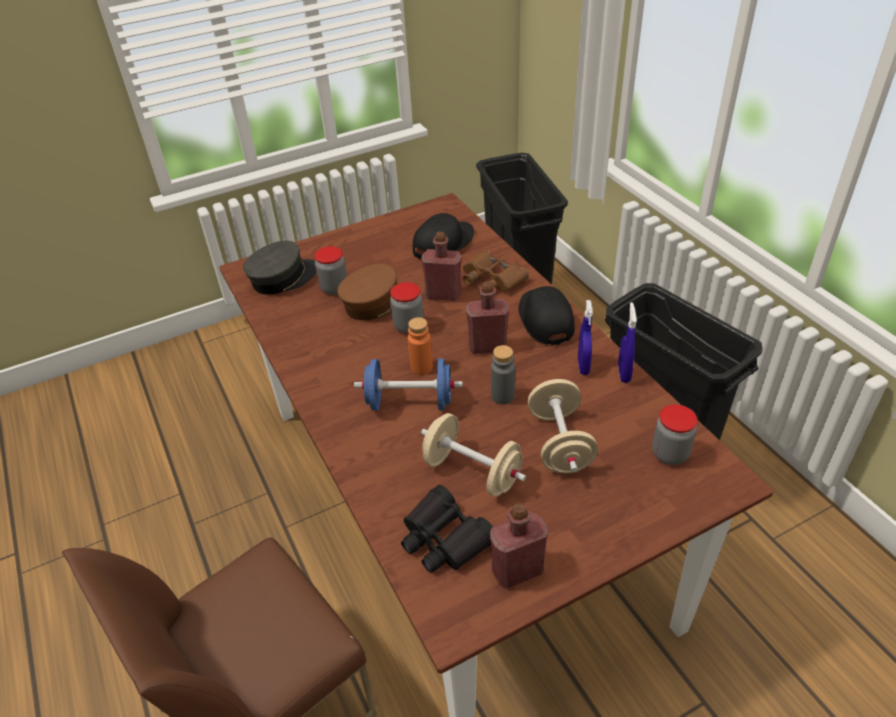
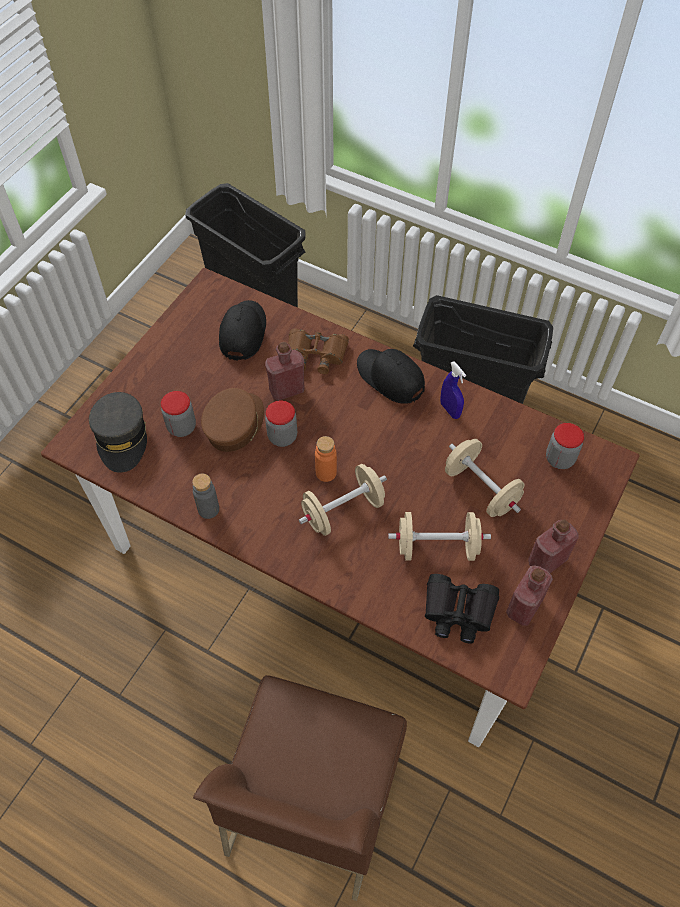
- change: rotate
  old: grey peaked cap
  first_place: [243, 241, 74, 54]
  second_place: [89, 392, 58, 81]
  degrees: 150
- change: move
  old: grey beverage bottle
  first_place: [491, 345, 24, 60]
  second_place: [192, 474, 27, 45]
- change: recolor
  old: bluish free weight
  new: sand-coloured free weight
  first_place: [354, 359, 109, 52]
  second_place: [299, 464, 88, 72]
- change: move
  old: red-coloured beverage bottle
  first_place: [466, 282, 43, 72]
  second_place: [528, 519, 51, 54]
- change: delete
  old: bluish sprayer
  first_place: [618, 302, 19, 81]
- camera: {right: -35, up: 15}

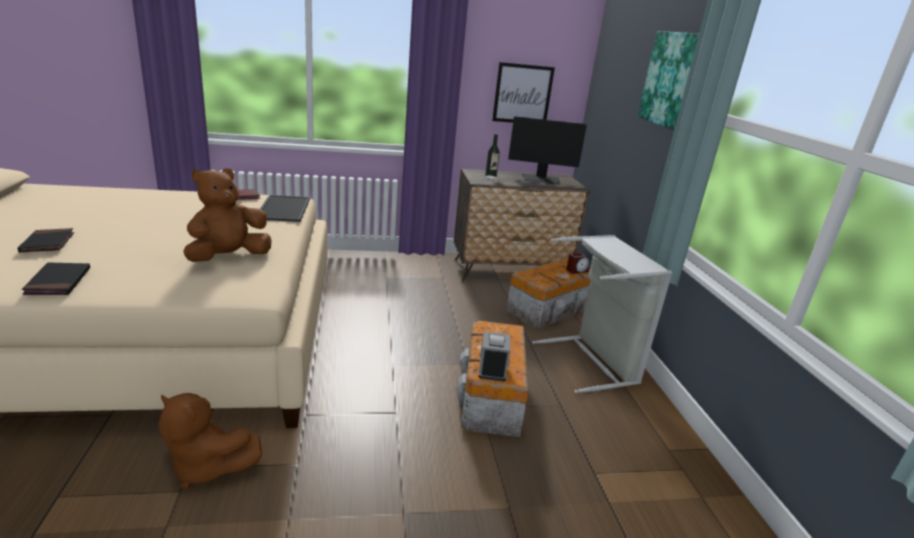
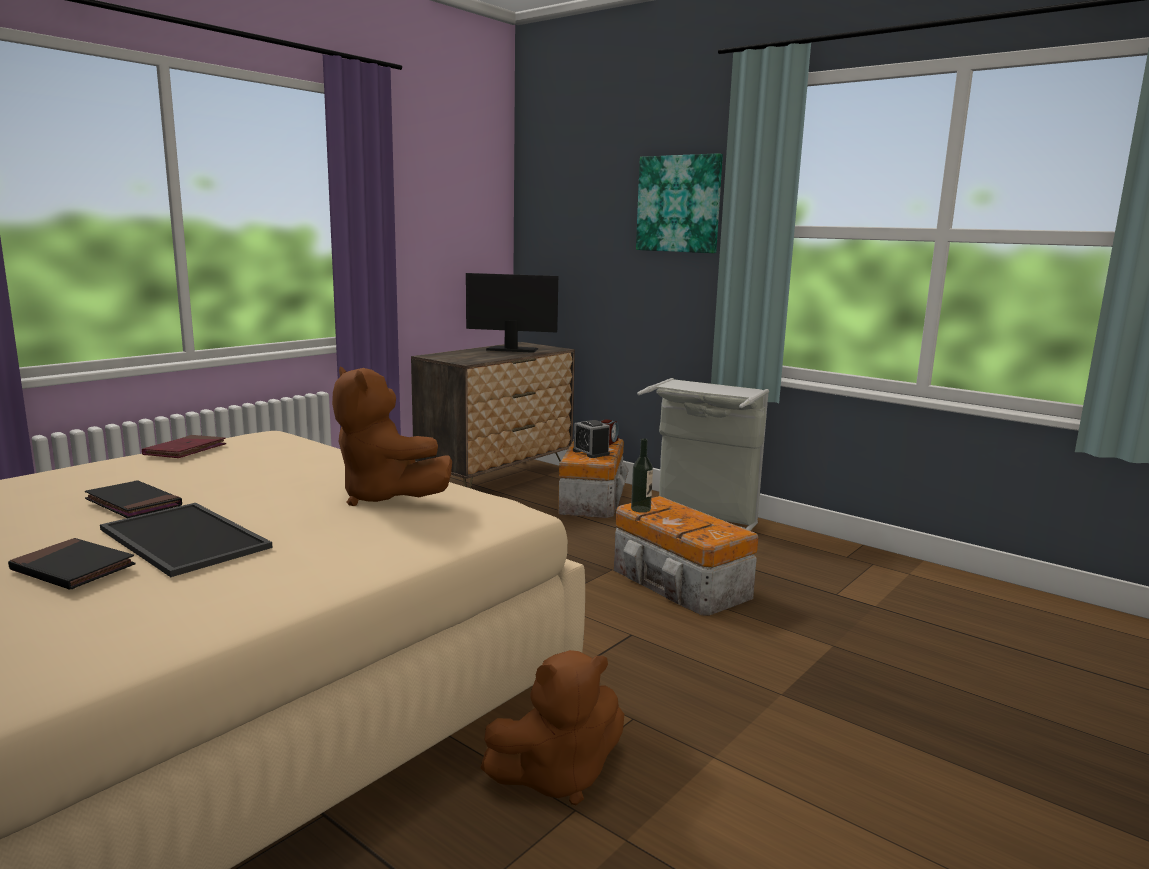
- change: move
  old: black-coloured bound book
  first_place: [22, 263, 68, 32]
  second_place: [85, 481, 97, 37]
- change: move
  old: carrying tray
  first_place: [260, 195, 50, 27]
  second_place: [100, 503, 172, 74]
- change: rotate
  old: brown plush toy
  first_place: [183, 168, 89, 94]
  second_place: [332, 367, 120, 139]
  degrees: -45
- change: rotate
  old: computer display
  first_place: [508, 116, 79, 69]
  second_place: [466, 273, 92, 80]
  degrees: -135
- change: move
  old: table clock
  first_place: [479, 331, 31, 50]
  second_place: [573, 420, 37, 38]
- change: move
  old: beverage bottle
  first_place: [485, 134, 15, 45]
  second_place: [631, 438, 22, 75]
- change: delete
  old: wall picture
  first_place: [492, 62, 63, 61]
- camera: {right: -40, up: -10}

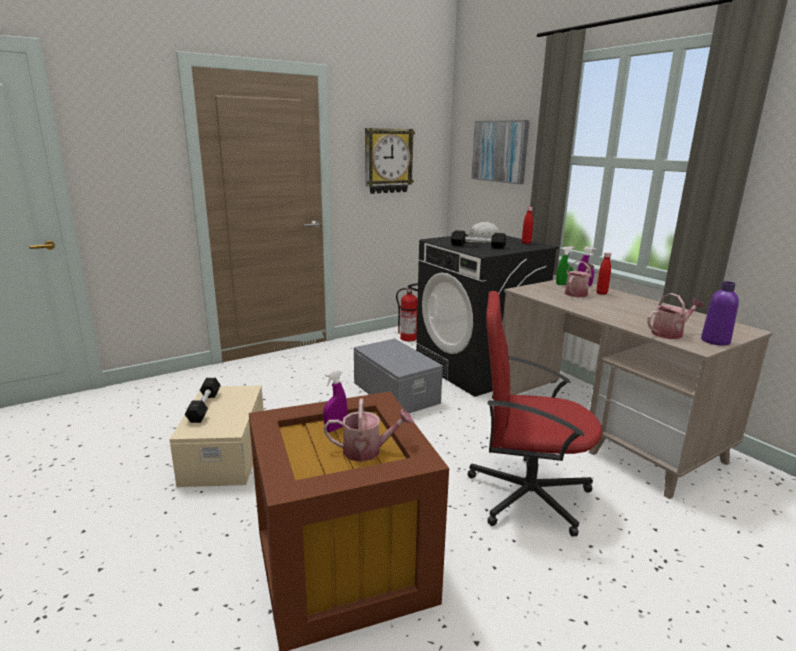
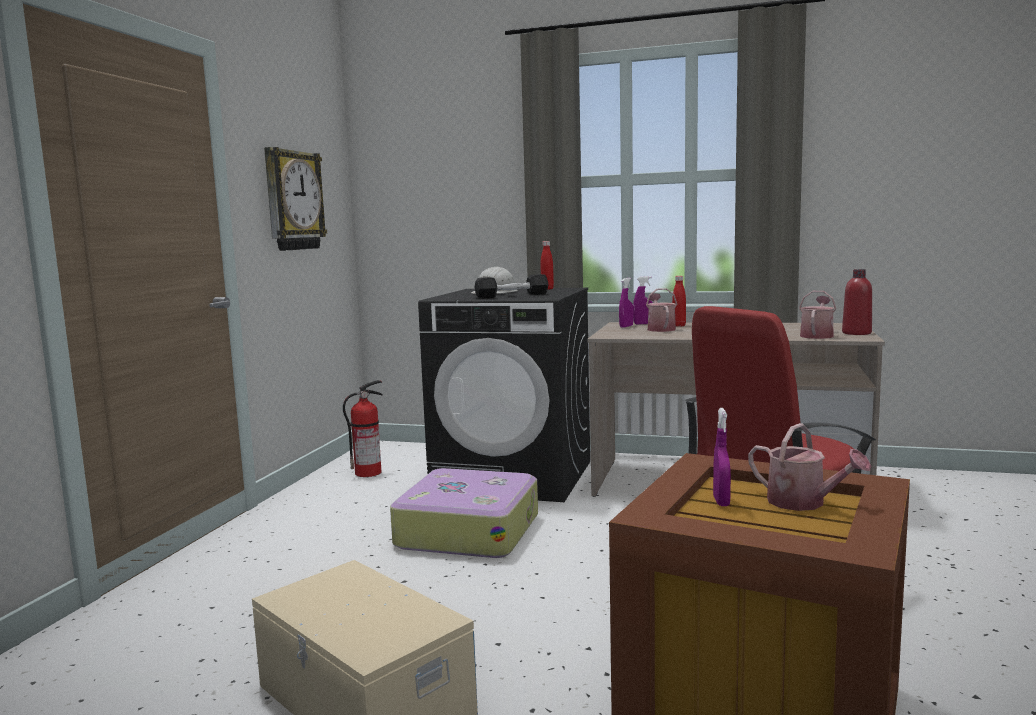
- change: replace
  old: grey storage container
  new: piece of luggage
  first_place: [354, 339, 89, 74]
  second_place: [390, 468, 148, 90]
- change: recolor
  old: green-coloured sprayer
  new: purple-coloured sprayer
  first_place: [556, 247, 18, 38]
  second_place: [619, 278, 15, 50]
- change: rotate
  old: watering pot
  first_place: [324, 399, 90, 63]
  second_place: [748, 423, 123, 88]
  degrees: 90
- change: recolor
  old: purple-coloured beverage bottle
  new: red-coloured beverage bottle
  first_place: [701, 281, 38, 65]
  second_place: [842, 269, 30, 66]
- change: delete
  old: black-coloured free weight
  first_place: [185, 378, 36, 45]
- change: delete
  old: wall picture
  first_place: [471, 120, 59, 64]
- camera: {right: -40, up: -10}

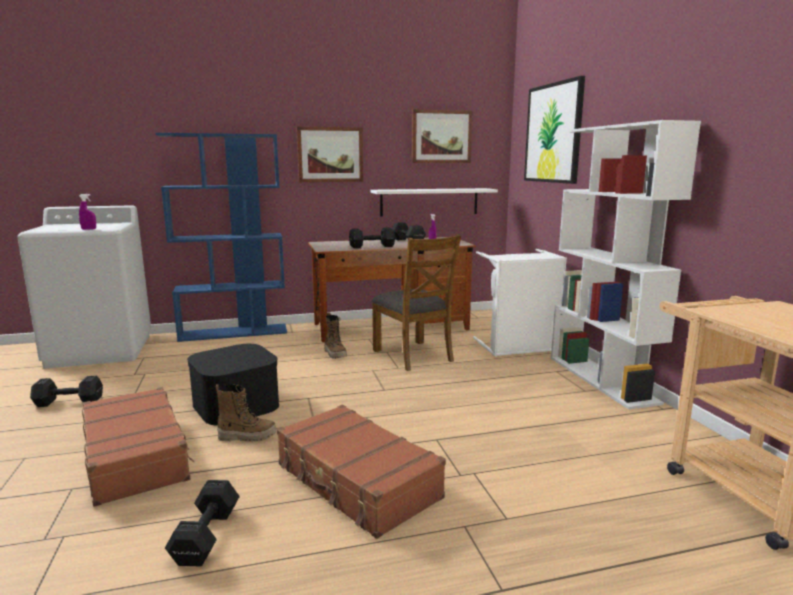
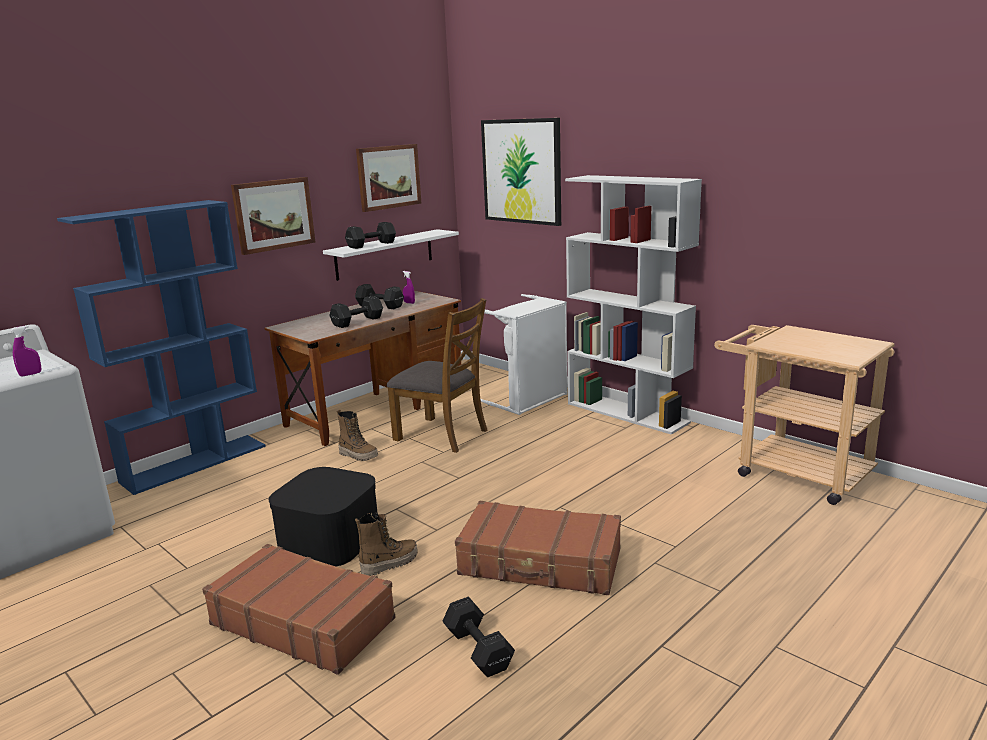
- change: move
  old: black-coloured free weight
  first_place: [30, 376, 73, 31]
  second_place: [345, 222, 51, 27]
- camera: {right: -30, up: 5}

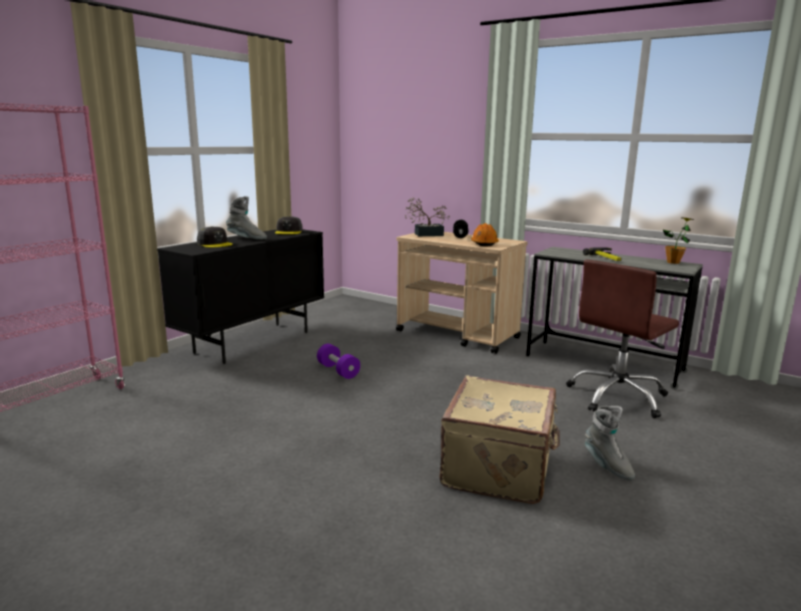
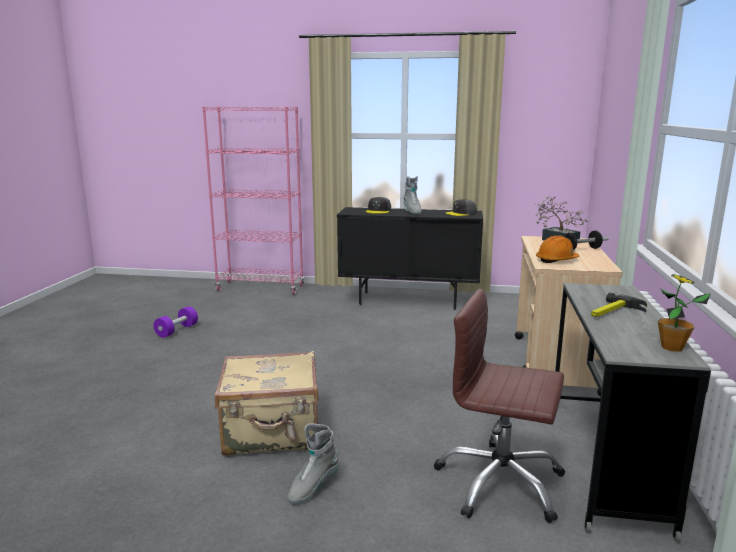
- change: move
  old: purple-coloured free weight
  first_place: [317, 344, 43, 35]
  second_place: [153, 306, 45, 32]
- camera: {right: 65, up: 0}

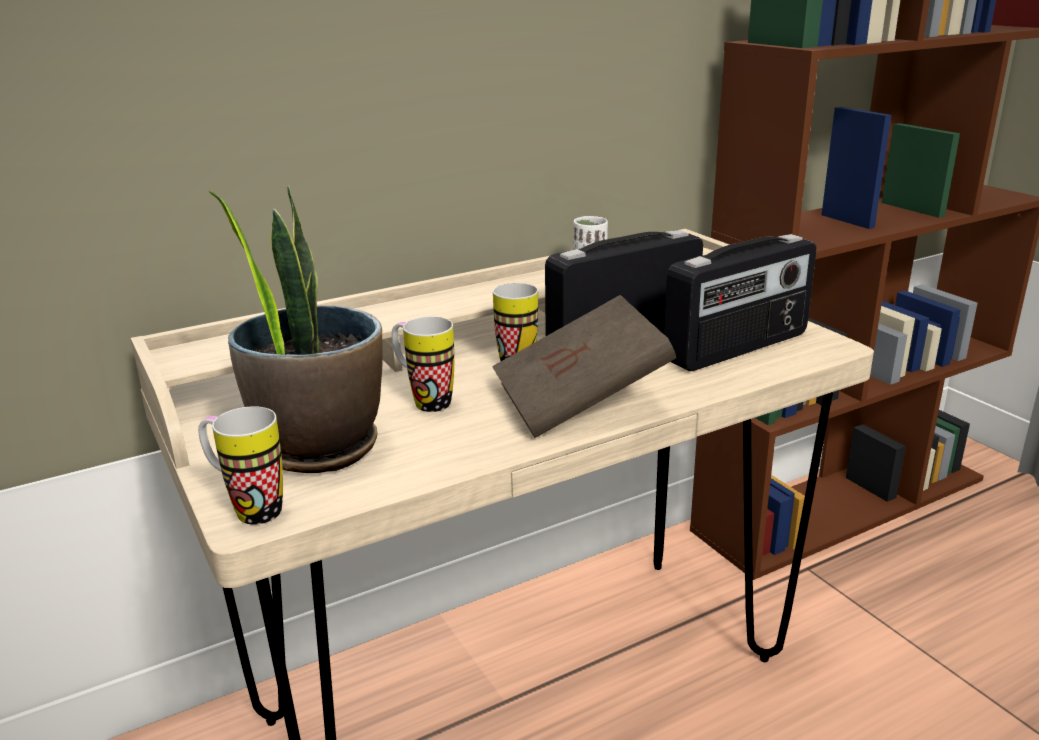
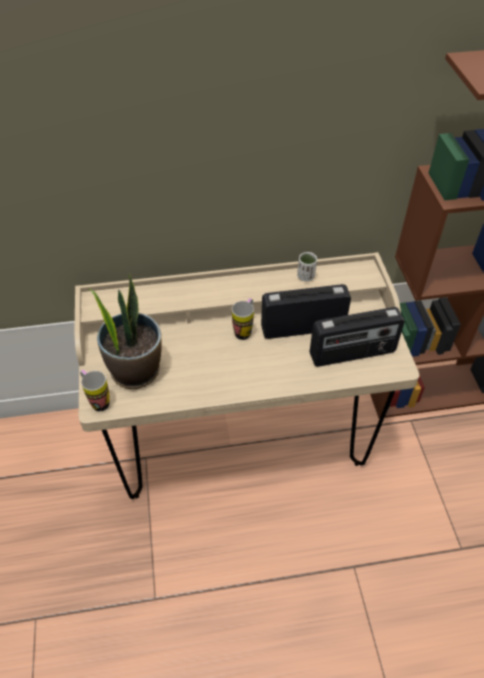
- change: delete
  old: tea mug
  first_place: [392, 317, 62, 95]
- change: delete
  old: brown bound book
  first_place: [492, 295, 184, 143]
- camera: {right: 20, up: 25}

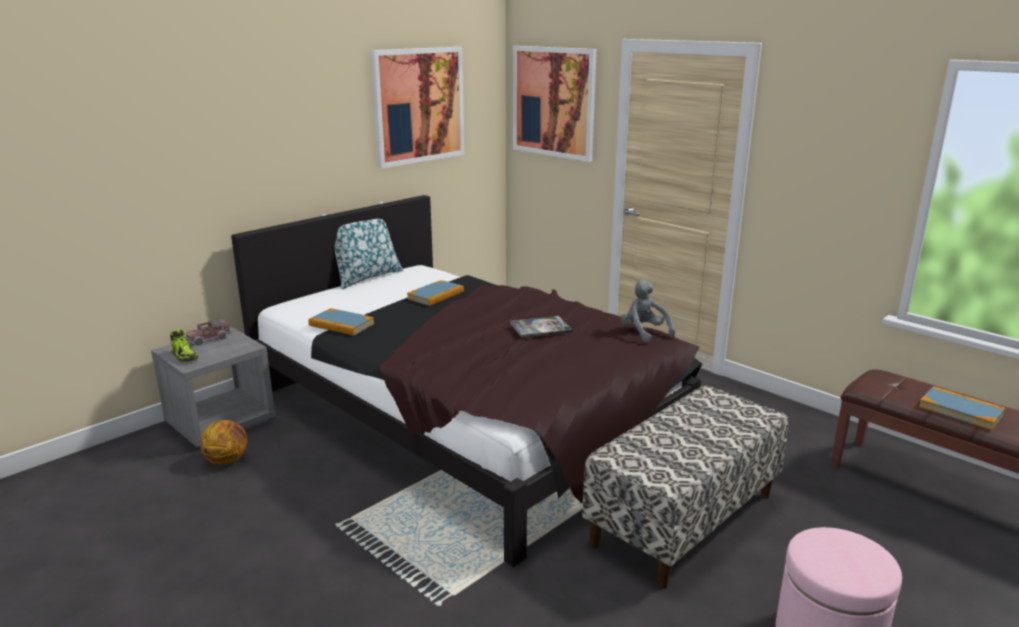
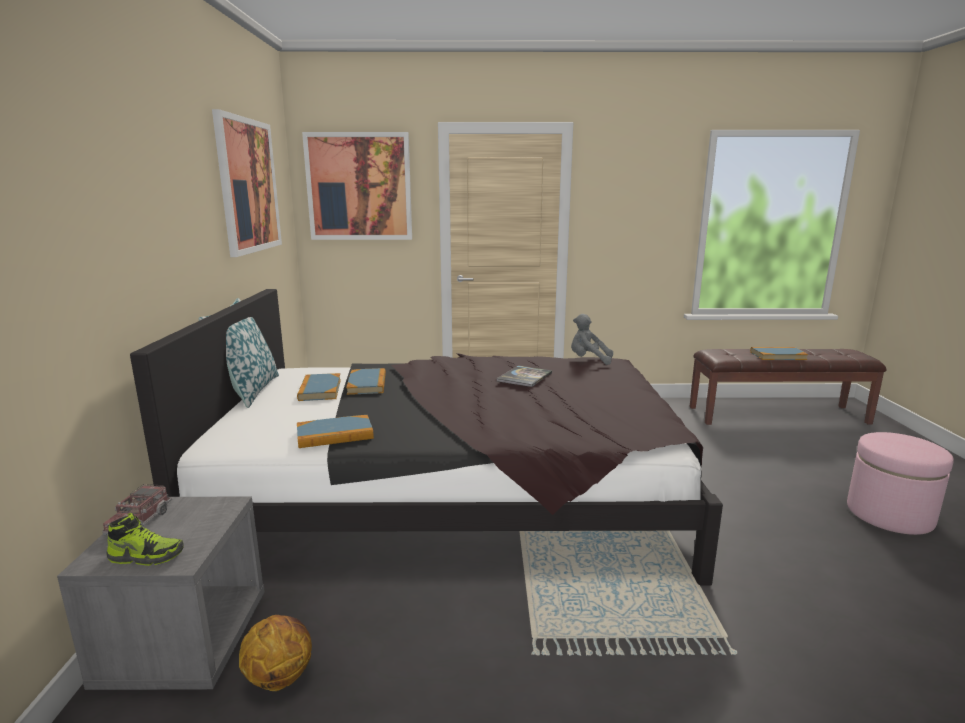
- change: insert
  new: bound book
  second_place: [297, 373, 44, 28]
- change: delete
  old: long seat
  first_place: [582, 385, 206, 204]
- camera: {right: -45, up: -5}

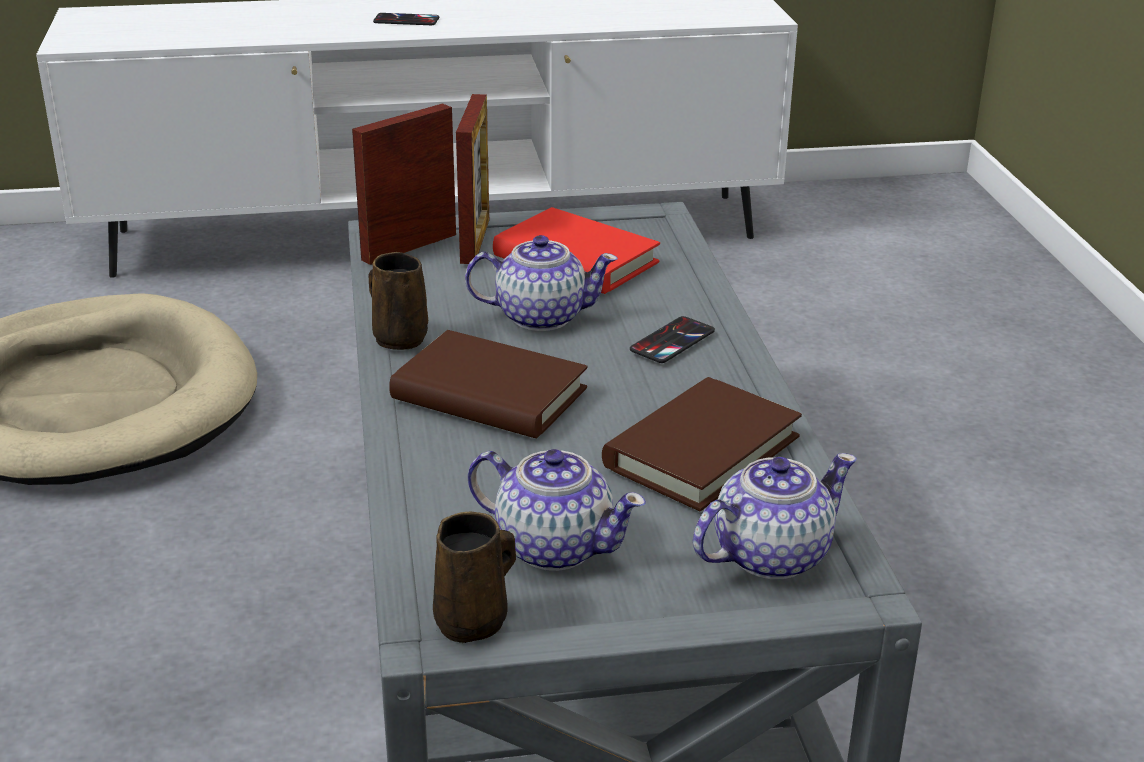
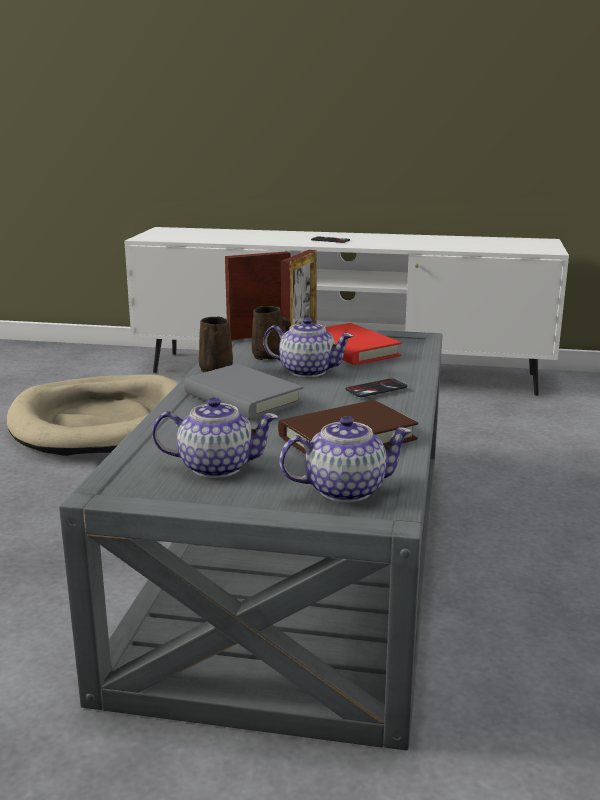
- change: rotate
  old: tea pot
  first_place: [468, 449, 178, 122]
  second_place: [152, 397, 127, 81]
  degrees: -45
- change: recolor
  old: brown bound book
  new: grey bound book
  first_place: [389, 330, 199, 108]
  second_place: [184, 364, 119, 55]
- change: move
  old: brown tea mug
  first_place: [433, 512, 83, 131]
  second_place: [252, 306, 39, 54]
- camera: {right: 20, up: -10}

